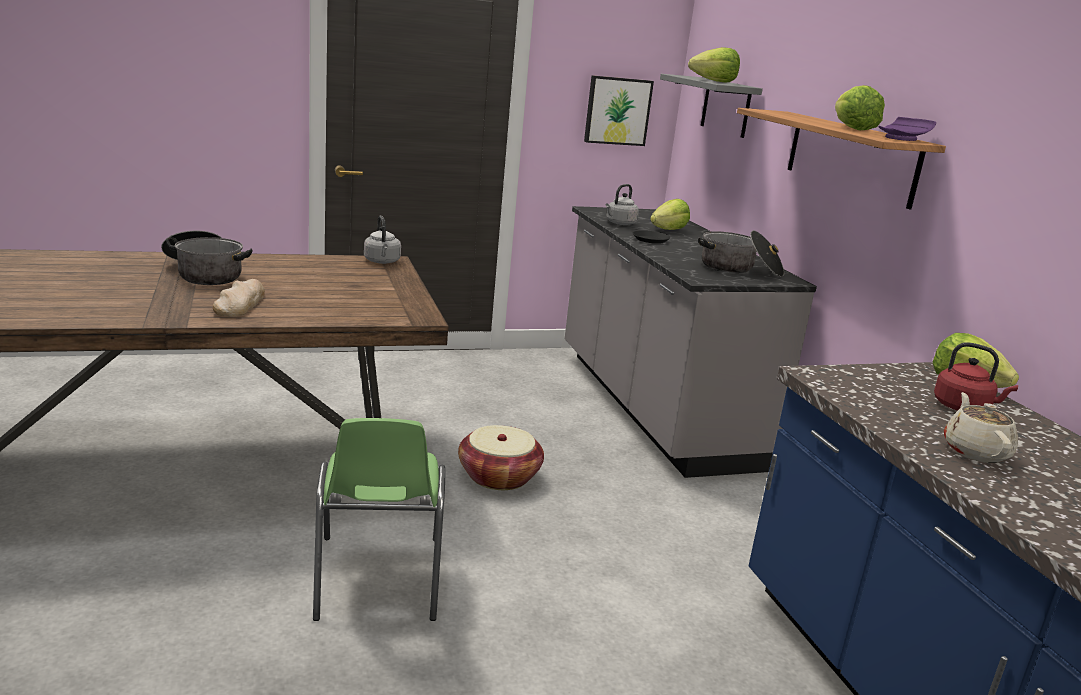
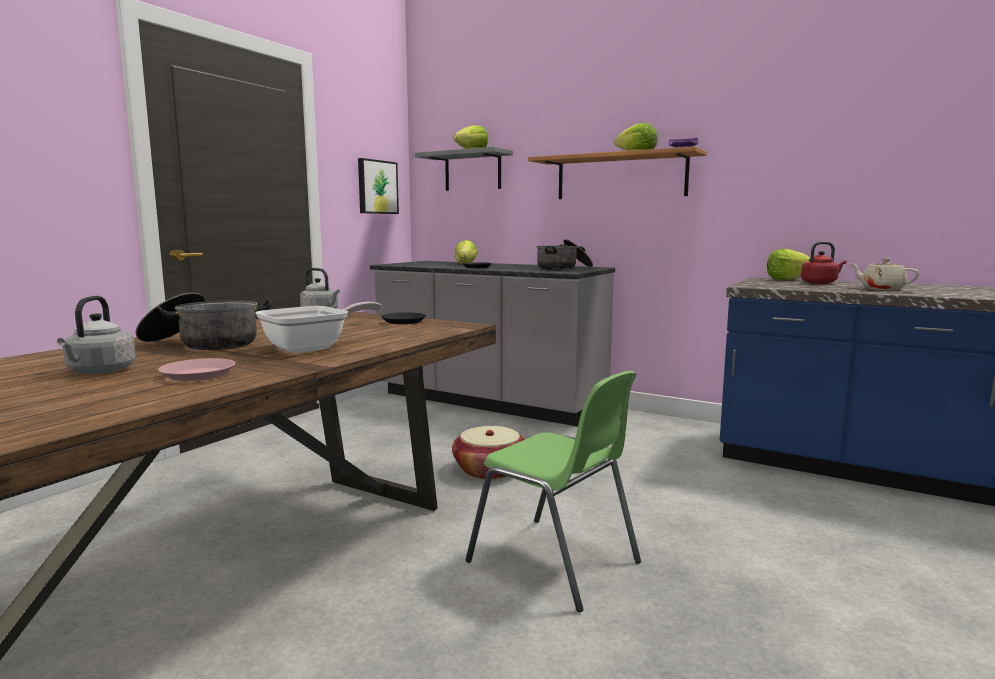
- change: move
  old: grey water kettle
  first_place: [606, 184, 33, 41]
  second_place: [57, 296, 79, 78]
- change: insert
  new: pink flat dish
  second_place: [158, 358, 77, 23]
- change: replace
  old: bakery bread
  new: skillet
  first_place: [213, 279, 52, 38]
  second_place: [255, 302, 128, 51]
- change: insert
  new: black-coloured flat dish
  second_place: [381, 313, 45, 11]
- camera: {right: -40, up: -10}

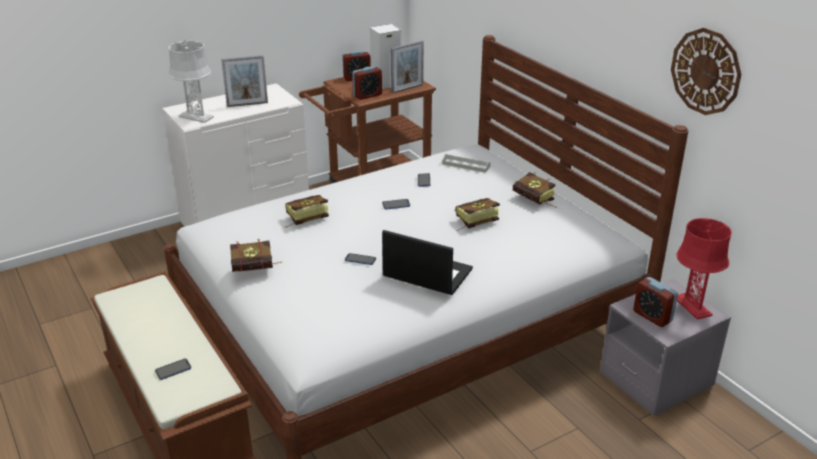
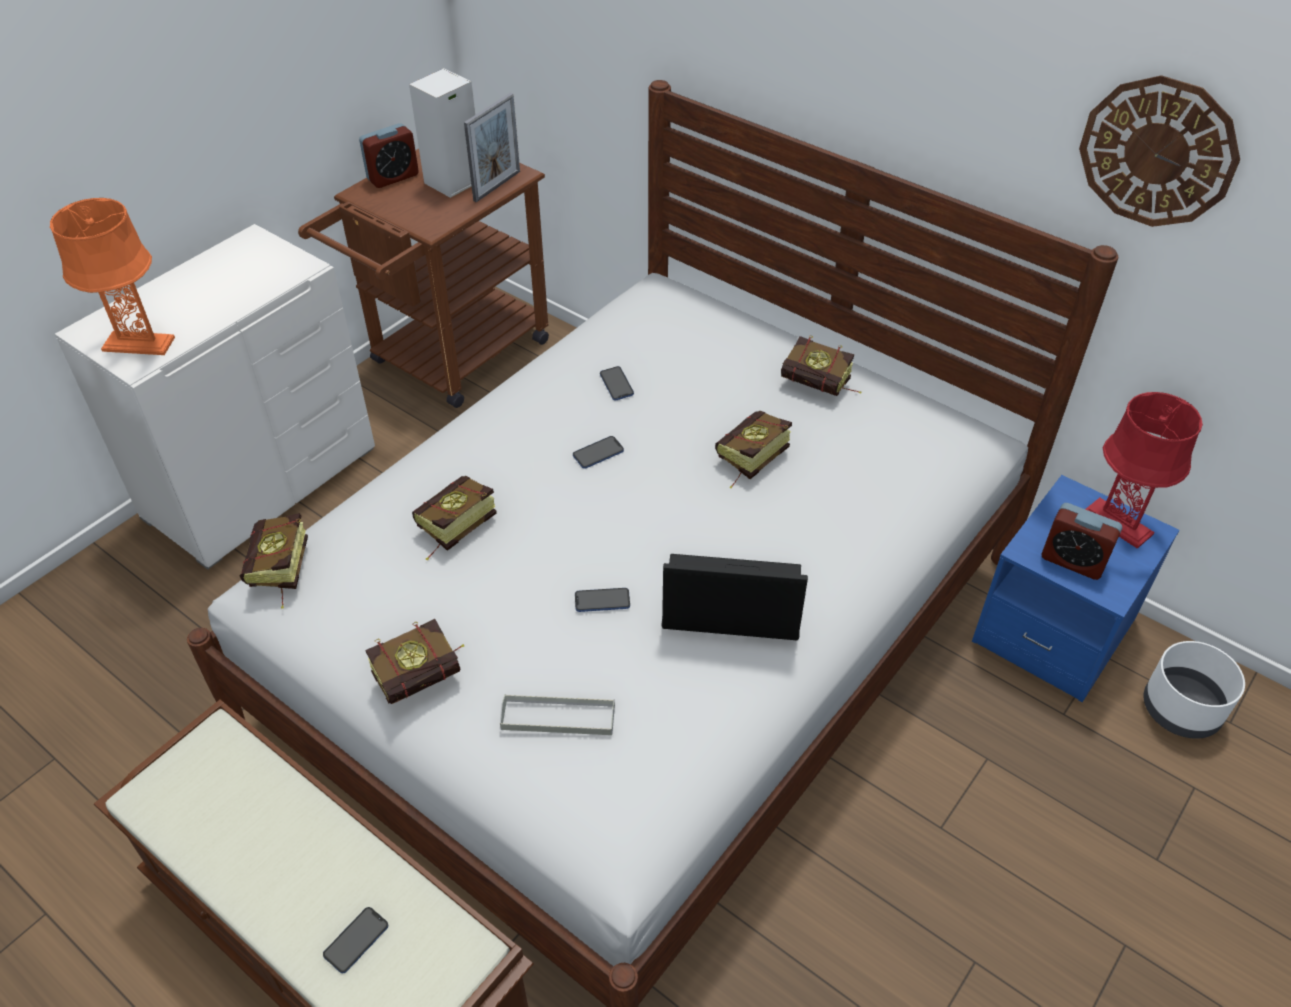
- change: recolor
  old: grey table lamp
  new: orangey table lamp
  first_place: [168, 40, 46, 83]
  second_place: [50, 198, 125, 157]
- change: insert
  new: bound book
  second_place: [240, 513, 68, 96]
- change: move
  old: grey carrying tray
  first_place: [442, 154, 49, 19]
  second_place: [500, 694, 115, 41]
- change: recolor
  old: grey bedside table
  new: bluish bedside table
  first_place: [600, 279, 131, 137]
  second_place: [972, 475, 208, 227]
- change: insert
  new: white-coloured plant pot
  second_place: [1144, 641, 101, 98]
- change: delete
  old: photo frame
  first_place: [221, 55, 47, 52]
- change: delete
  old: table clock
  first_place: [352, 66, 30, 34]
- camera: {right: -20, up: 15}

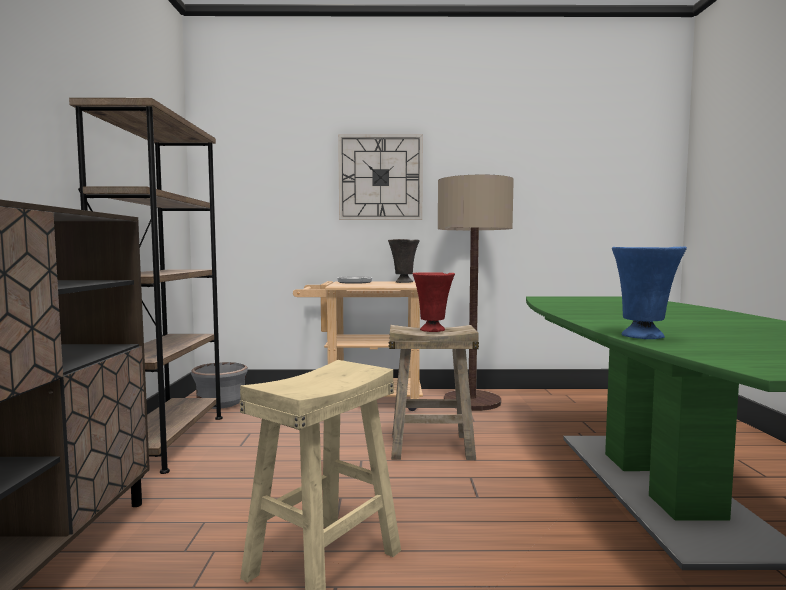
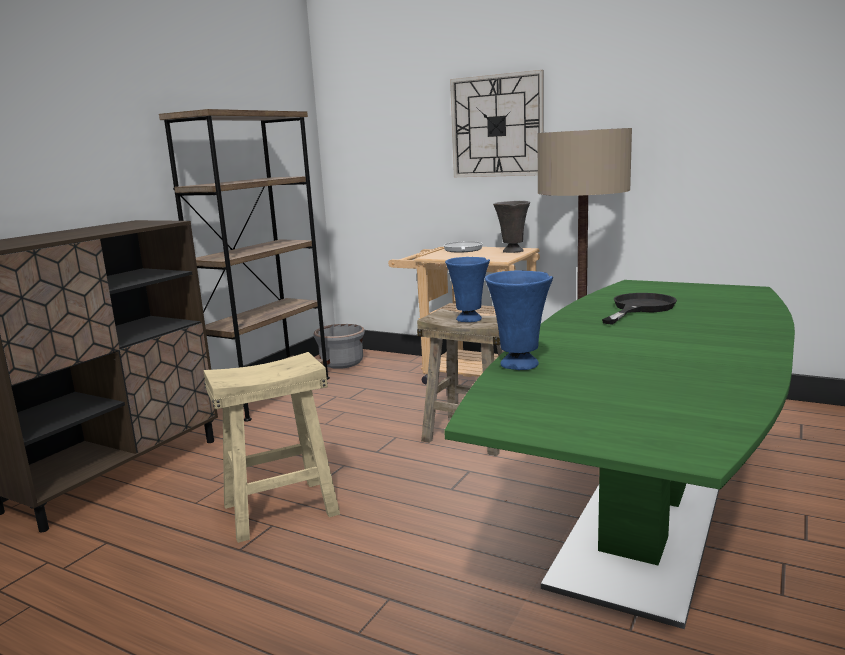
- change: recolor
  old: red-coloured flower vase
  new: bluish flower vase
  first_place: [413, 272, 42, 60]
  second_place: [445, 257, 45, 65]
- change: insert
  new: black-coloured skillet
  second_place: [602, 293, 75, 32]
- camera: {right: 30, up: 10}

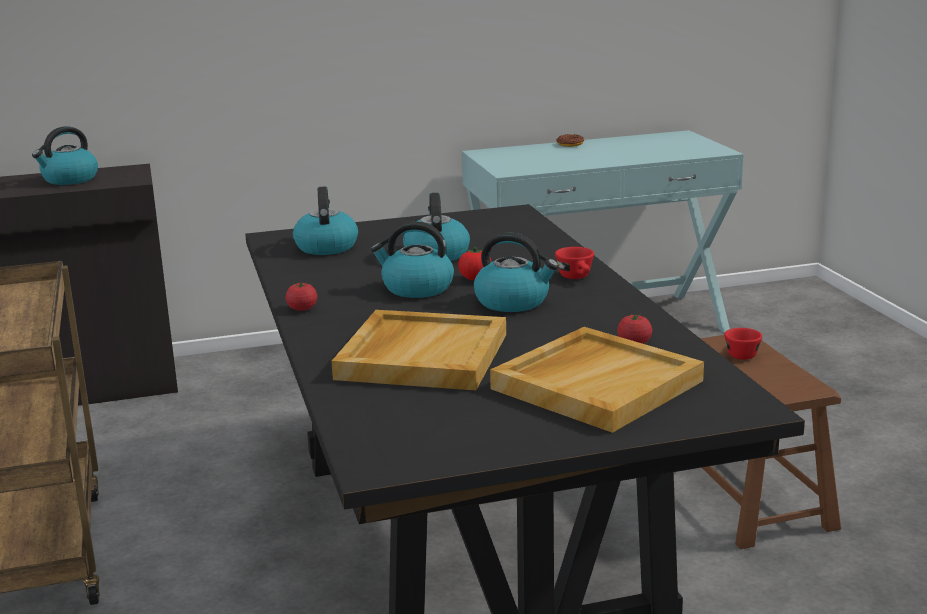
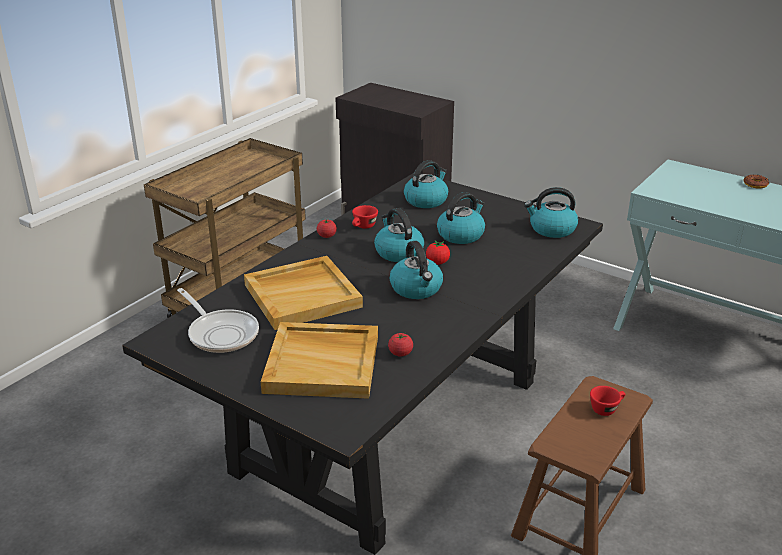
- change: insert
  new: skillet
  second_place: [177, 288, 82, 65]
- change: move
  old: red-coloured cup
  first_place: [555, 247, 39, 32]
  second_place: [352, 205, 26, 24]
- change: move
  old: water kettle
  first_place: [32, 126, 66, 59]
  second_place: [524, 187, 54, 51]
- camera: {right: 50, up: 10}

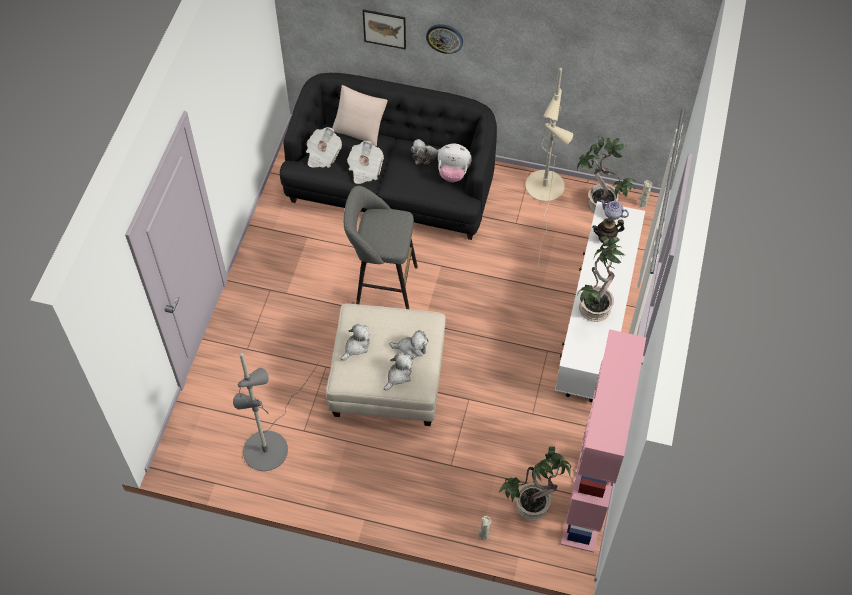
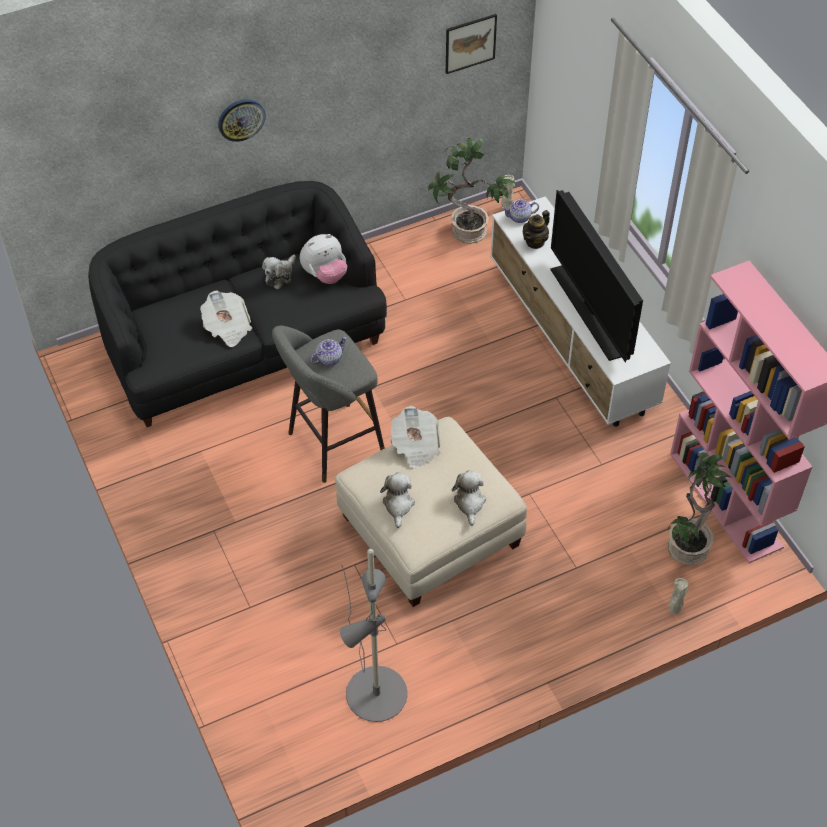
- change: insert
  new: tea pot
  second_place: [311, 336, 36, 29]
- change: move
  old: newspaper
  first_place: [306, 127, 36, 41]
  second_place: [390, 406, 51, 63]
- change: move
  old: wall picture
  first_place: [363, 9, 43, 40]
  second_place: [446, 14, 51, 60]
- change: replace
  old: plant in a pot
  new: television
  first_place: [578, 236, 46, 86]
  second_place: [550, 190, 93, 172]
- change: delete
  old: sand-coloured pillow
  first_place: [332, 85, 56, 61]
- change: delete
  old: plush toy
  first_place: [389, 330, 39, 29]
- change: delete
  old: sand-coloured standard lamp
  first_place: [525, 68, 48, 199]
- camera: {right: -40, up: -5}

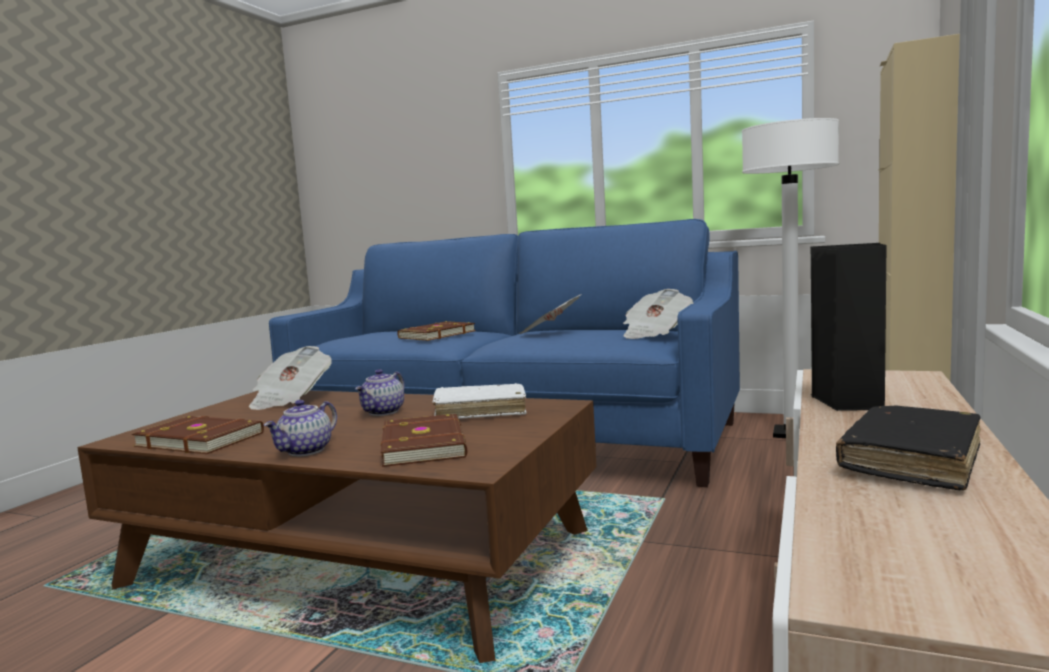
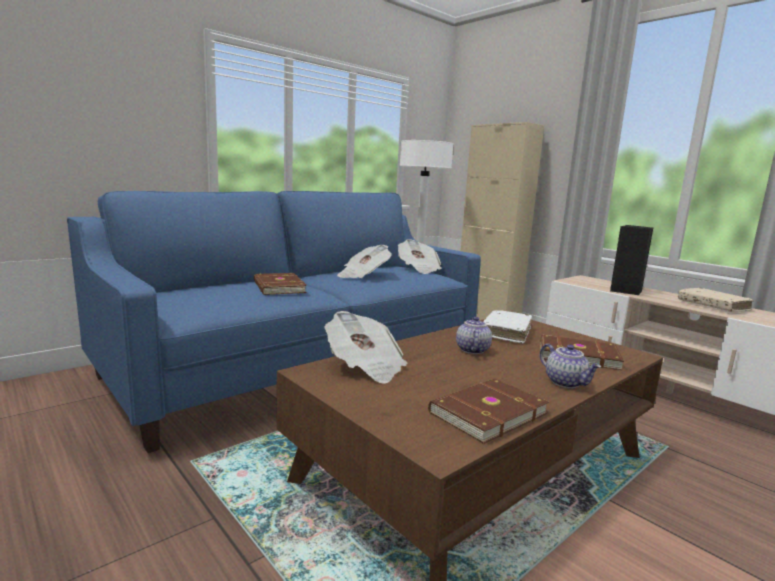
- change: rotate
  old: tea pot
  first_place: [355, 369, 50, 47]
  second_place: [456, 317, 36, 37]
  degrees: -135
- change: recolor
  old: black-coloured bound book
  new: sand-coloured bound book
  first_place: [836, 406, 145, 84]
  second_place: [678, 288, 75, 24]
- camera: {right: -65, up: 5}

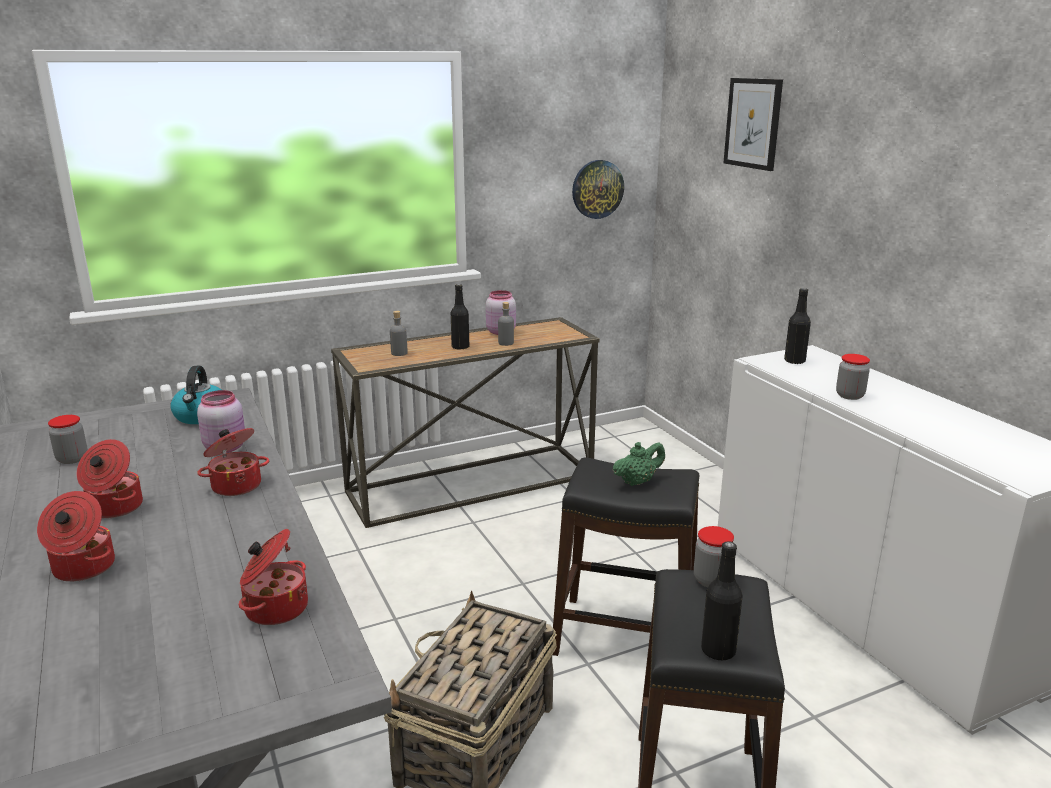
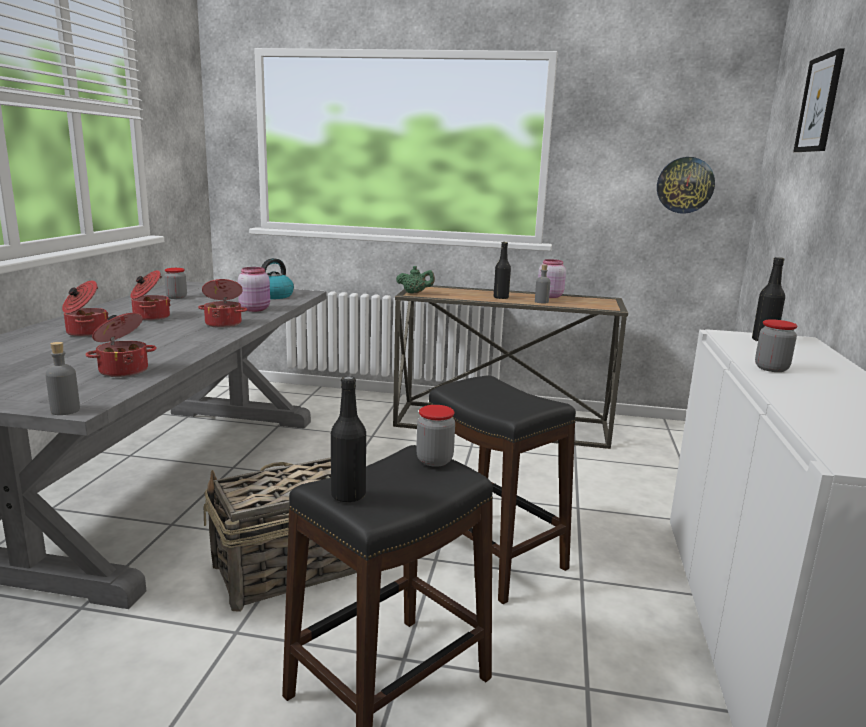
- change: move
  old: grey beverage bottle
  first_place: [390, 311, 18, 45]
  second_place: [45, 342, 35, 73]
- change: move
  old: green-coloured tea pot
  first_place: [612, 442, 53, 44]
  second_place: [396, 266, 39, 27]
- camera: {right: 35, up: -5}

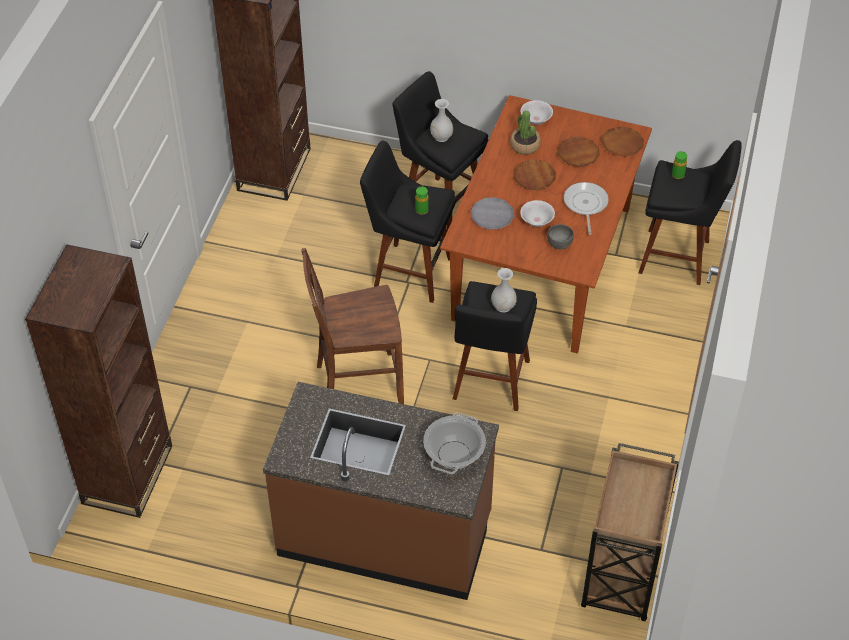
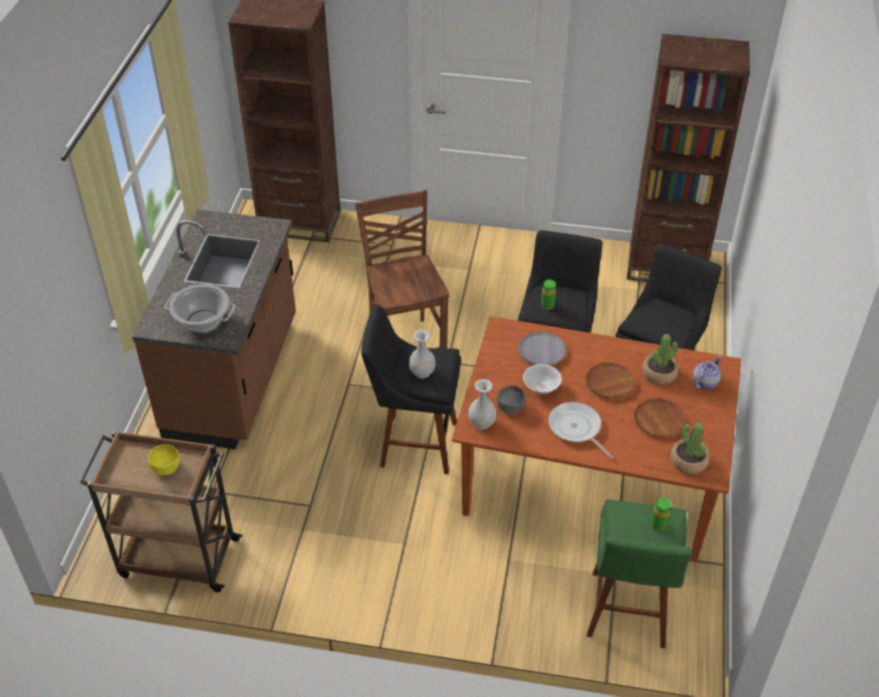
- change: insert
  new: yellow serving bowl
  second_place: [148, 445, 32, 30]
- change: move
  old: white-coloured flower vase
  first_place: [430, 99, 23, 43]
  second_place: [468, 379, 29, 51]
- change: rotate
  old: skillet
  first_place: [564, 182, 45, 53]
  second_place: [548, 402, 65, 57]
  degrees: -120
- change: recolor
  old: black-coloured stool seat
  new: green-coloured stool seat
  first_place: [639, 140, 103, 145]
  second_place: [587, 499, 105, 149]
- change: replace
  old: brown flat dish
  new: plant in a pot
  first_place: [602, 126, 42, 31]
  second_place: [670, 423, 40, 51]
- change: replace
  old: white-coloured serving bowl
  new: tea pot
  first_place: [521, 100, 32, 25]
  second_place: [693, 356, 28, 33]
- camera: {right: 85, up: -5}

